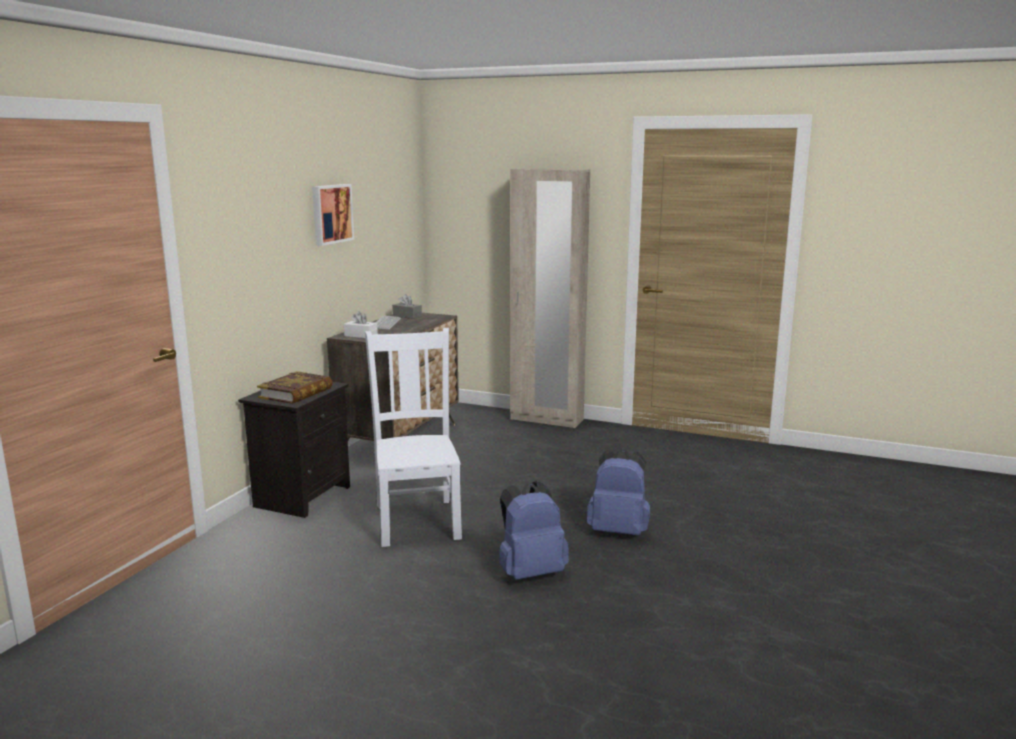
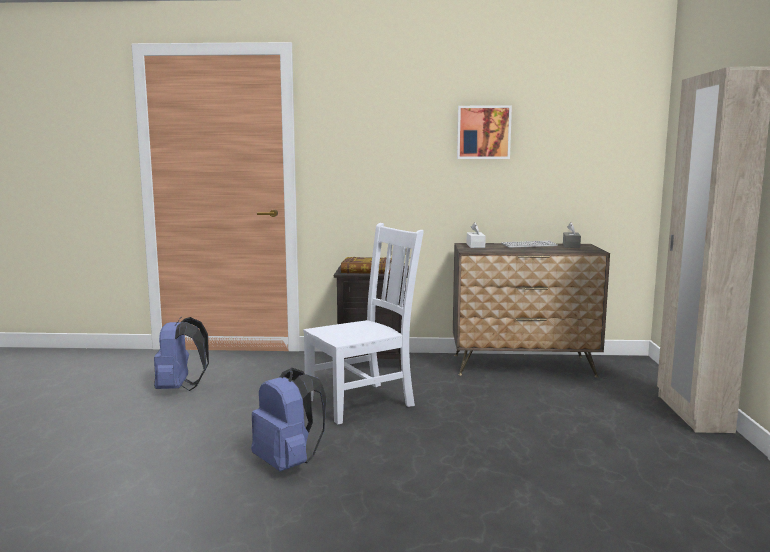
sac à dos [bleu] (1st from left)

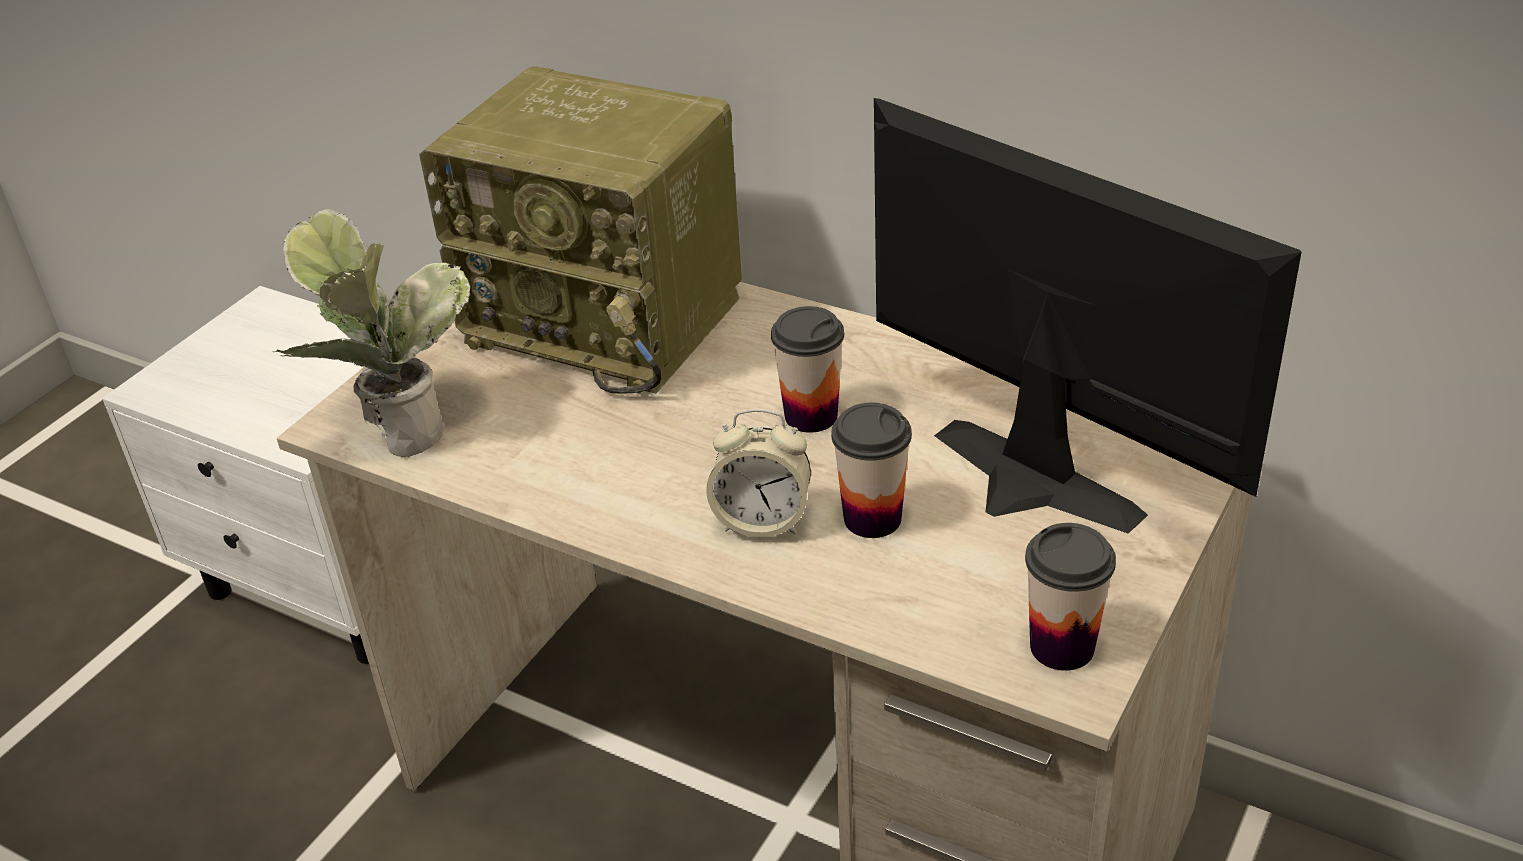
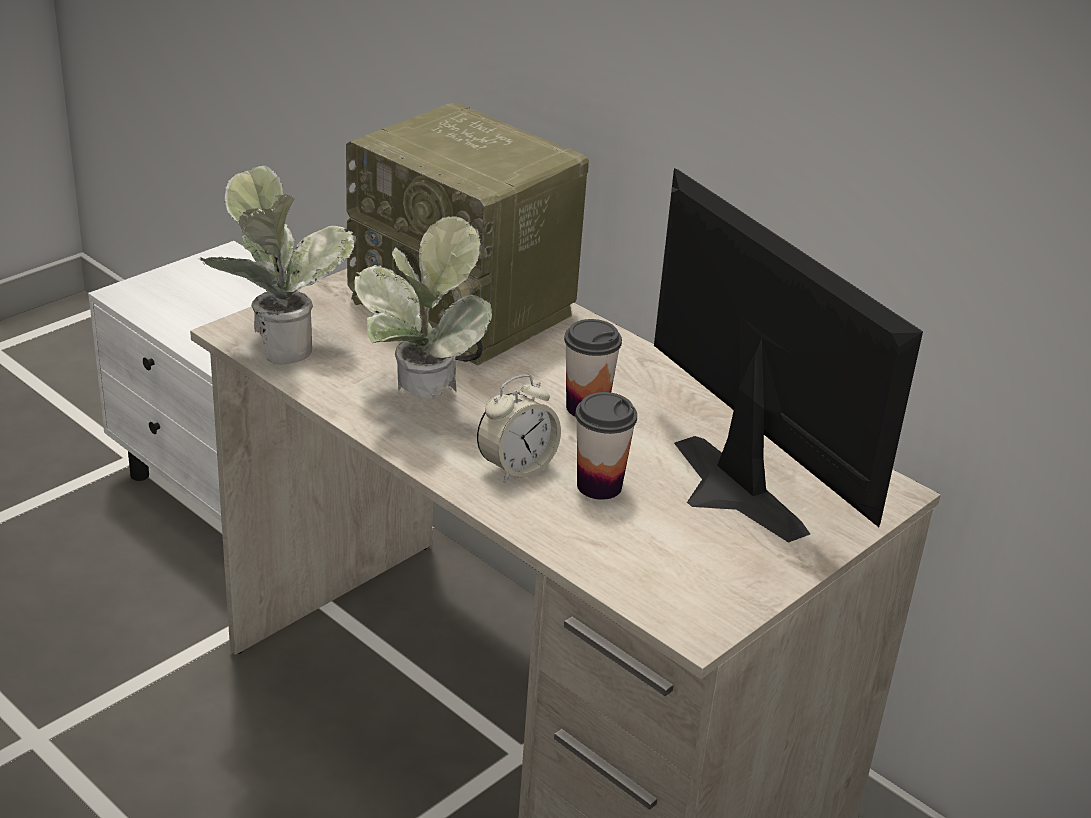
plante en pot (2nd from left)
réveil
tasse (3rd from left in the first image)

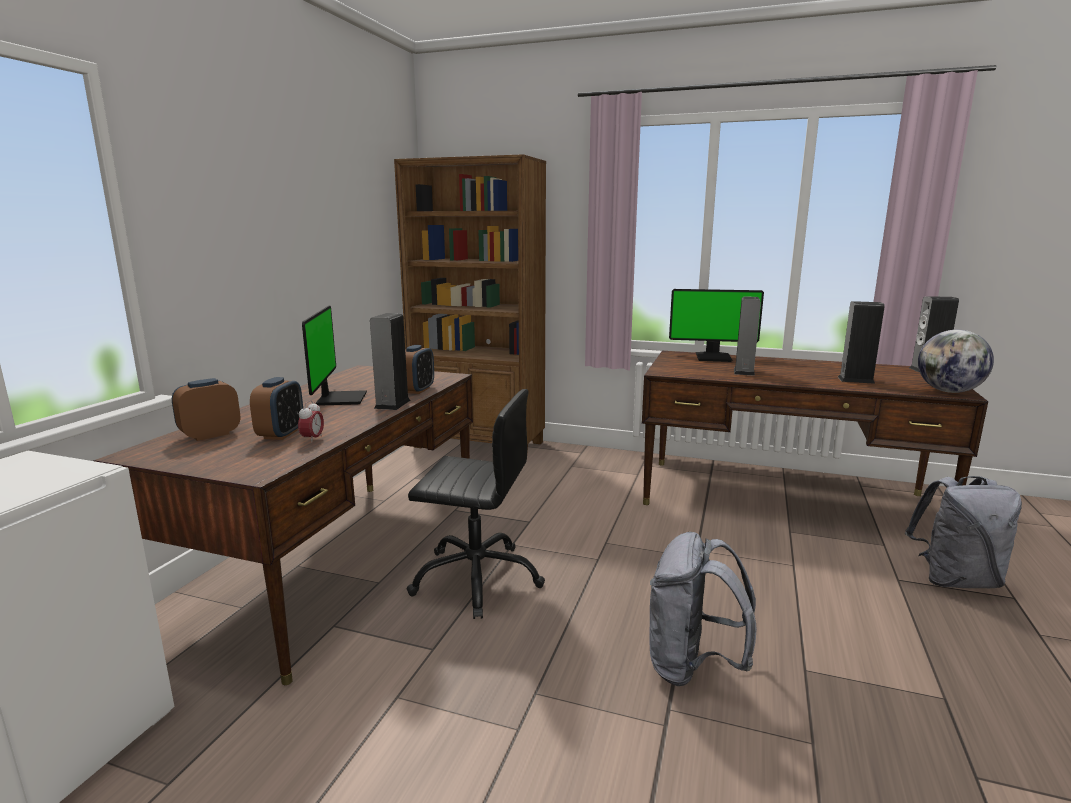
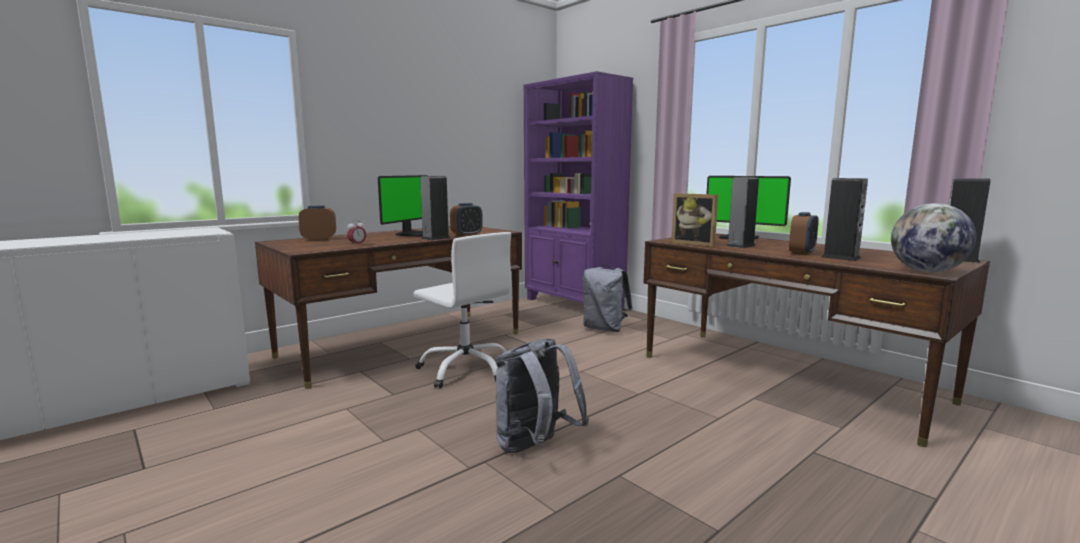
chaise de bureau [blanc]
bibliothèque [violet]
sac à dos [gris] (2nd from left)
cadre photo
réveil (4th from left)

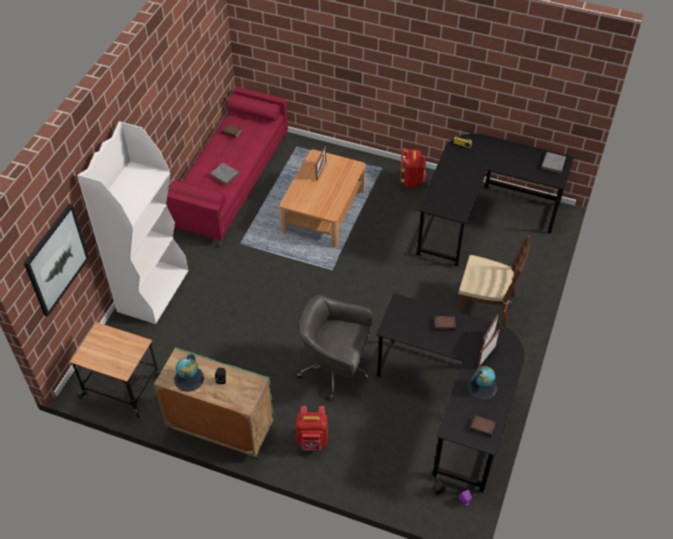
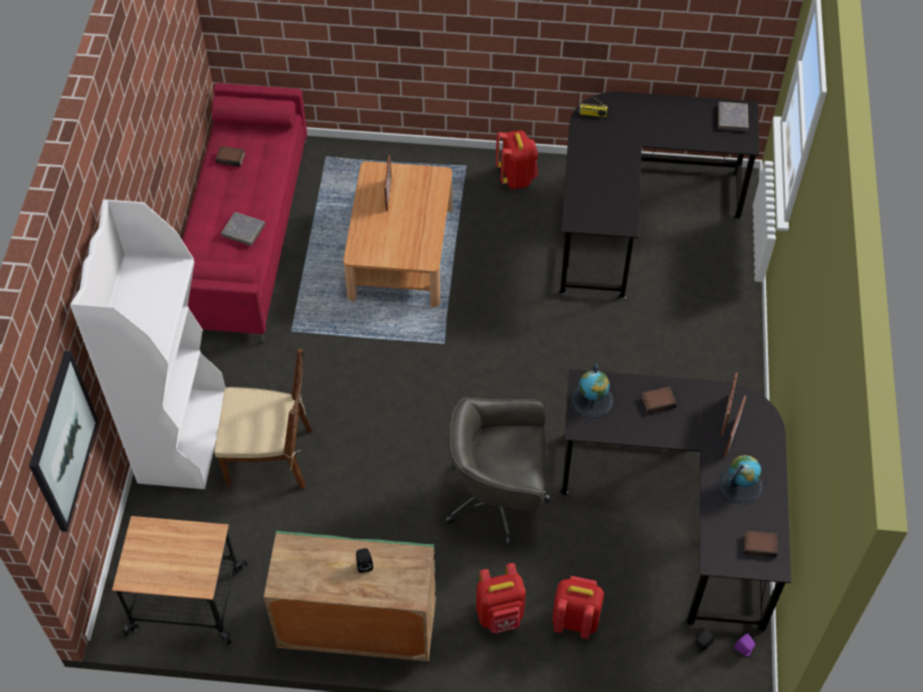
chaise [marron]
sac à dos [rouge] (3rd from left)
globe (1st from left)

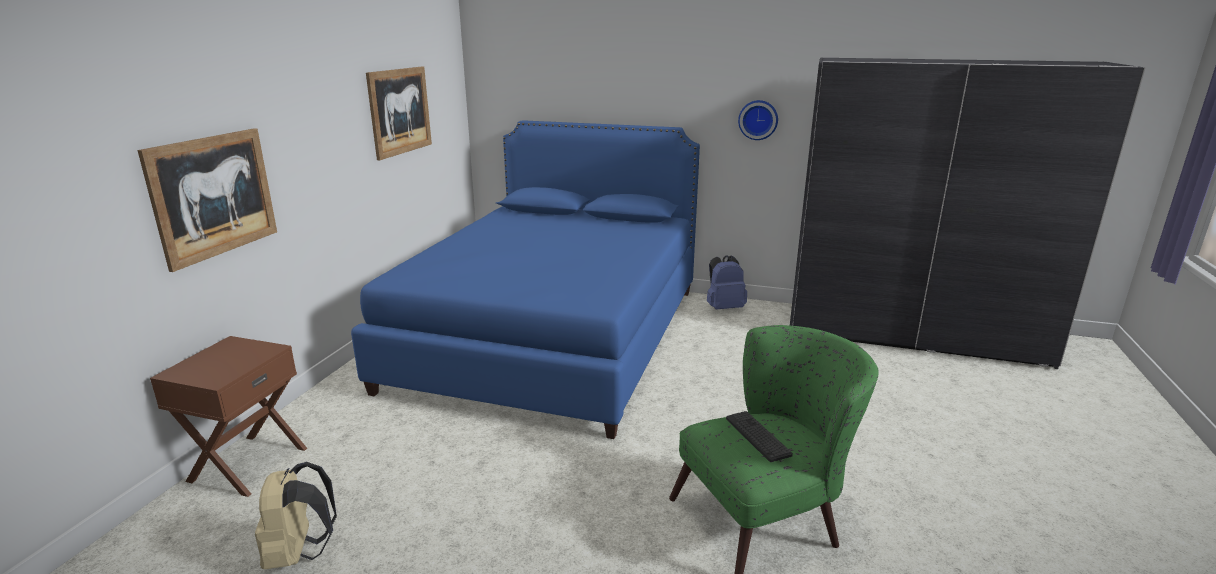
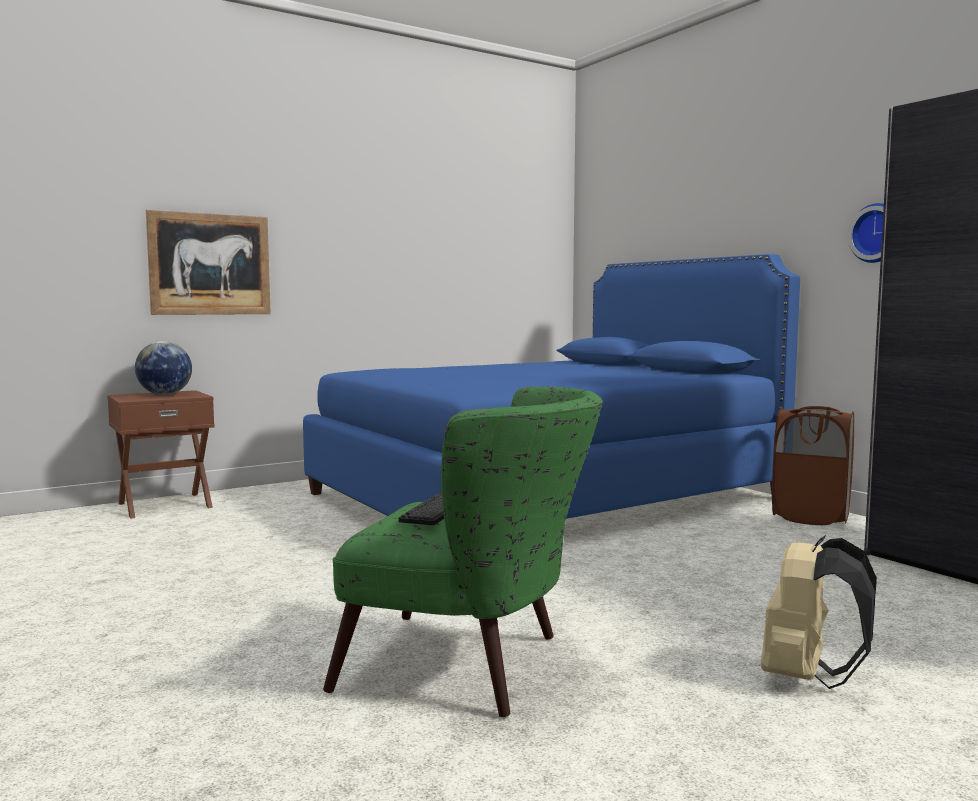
globe
sac à dos [beige]
panier à linge [marron]
tableau (2nd from left in the first image)

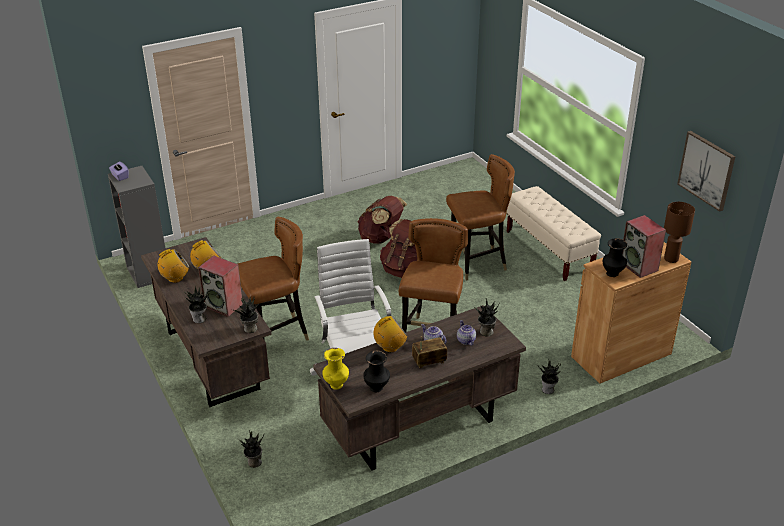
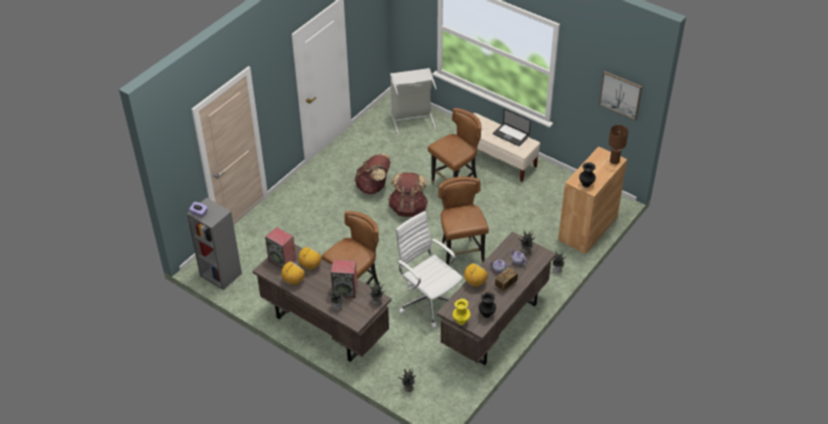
enceinte (1st from left)
panier à linge [gris]
ordinateur portable

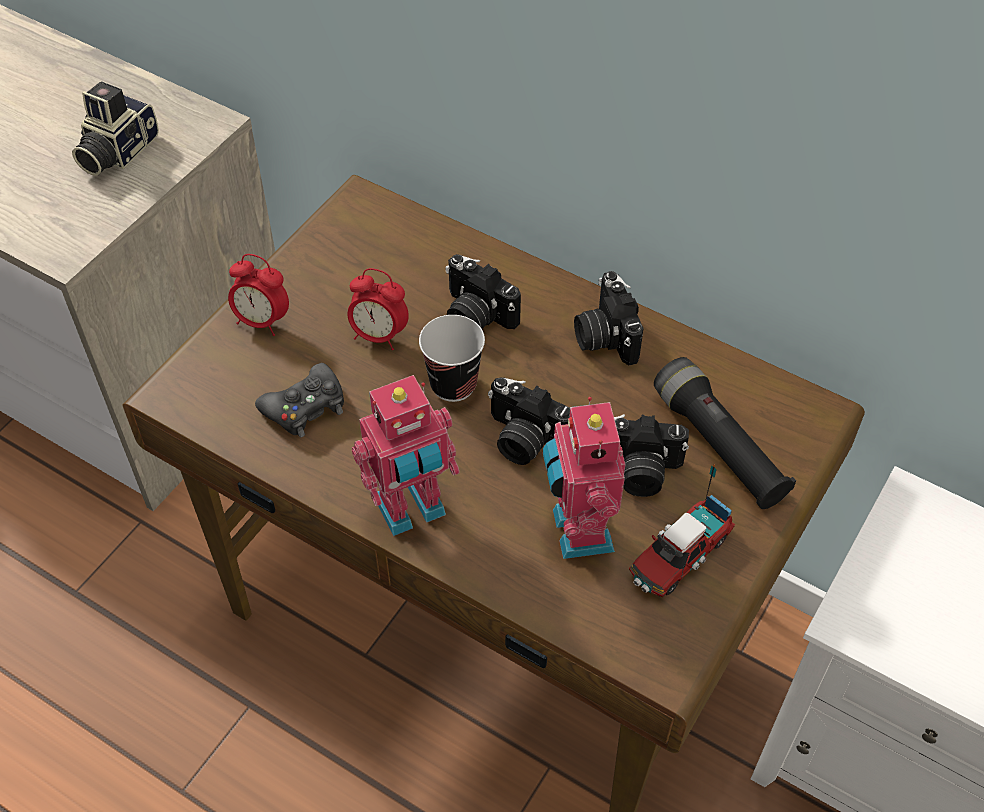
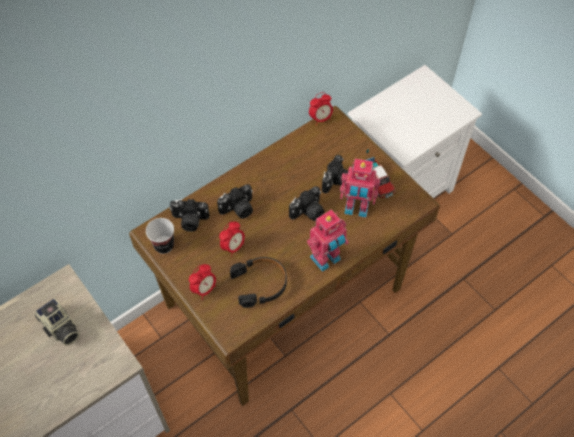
tasse
appareil photo (2nd from left)
casque audio [noir]
robot jouet (1st from left)
réveil (3rd from left)
lampe de poche [noir]

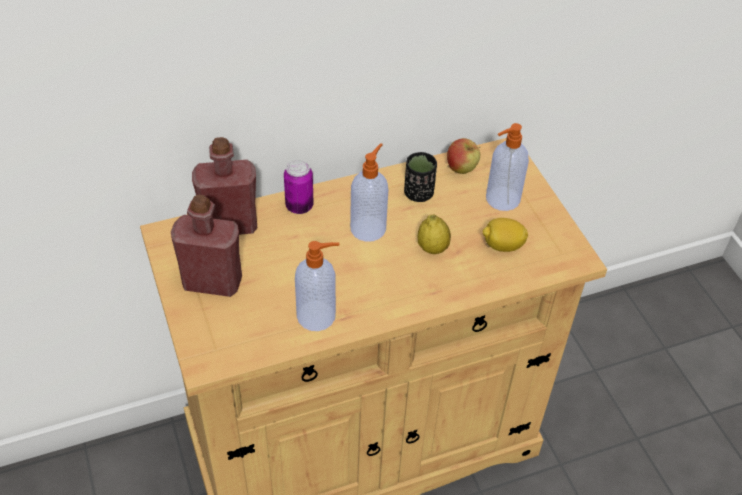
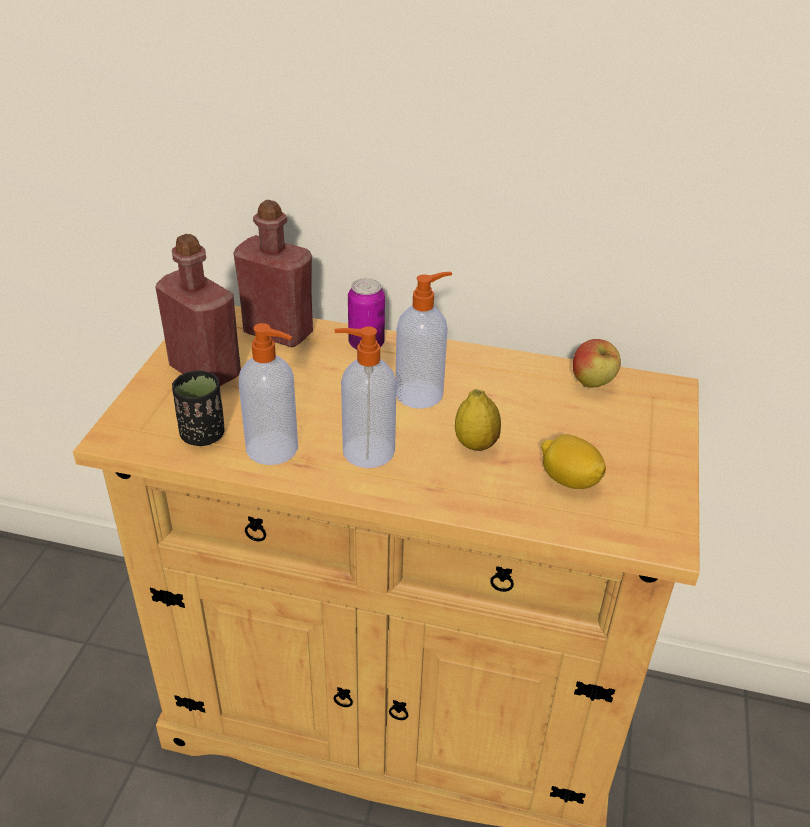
tasse [noir]
distributeur de savon (2nd from left)

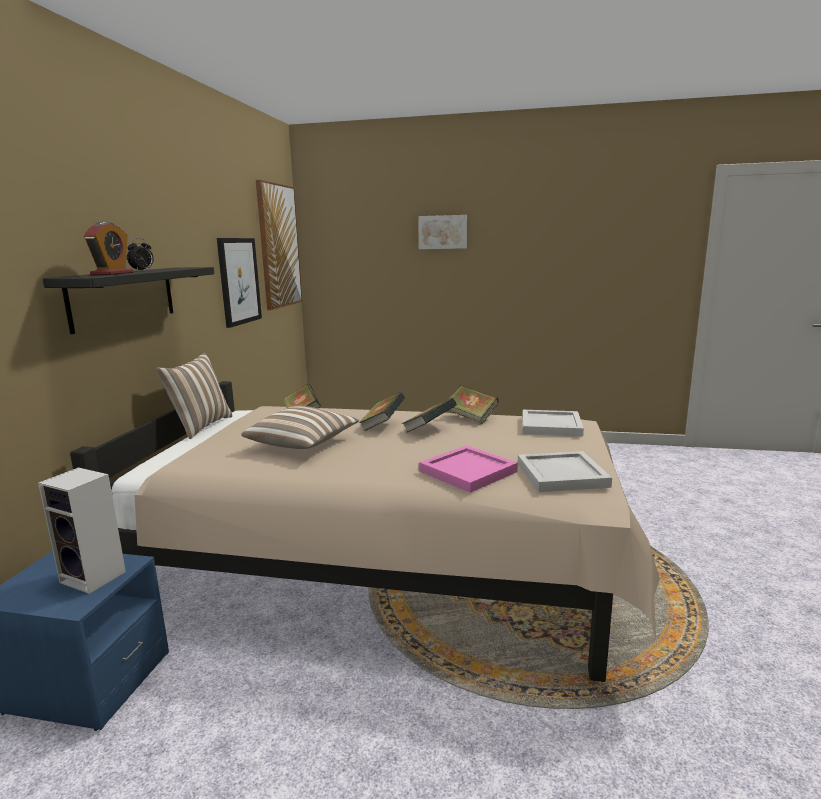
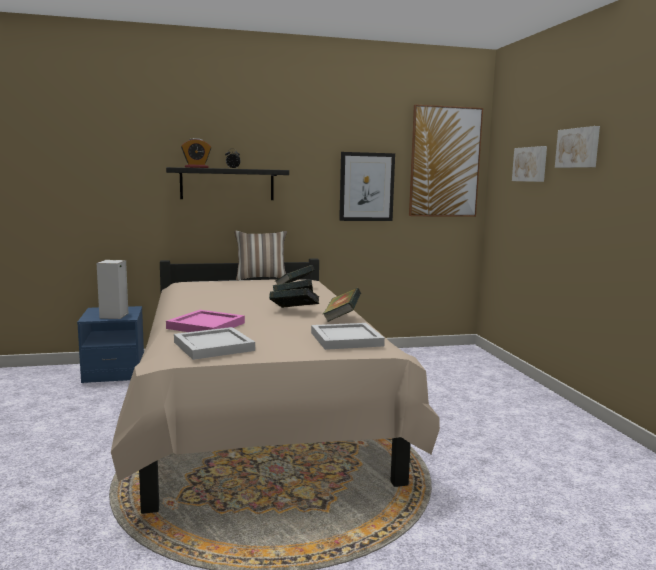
tableau (3rd from left)
coussin (2nd from left in the first image)

